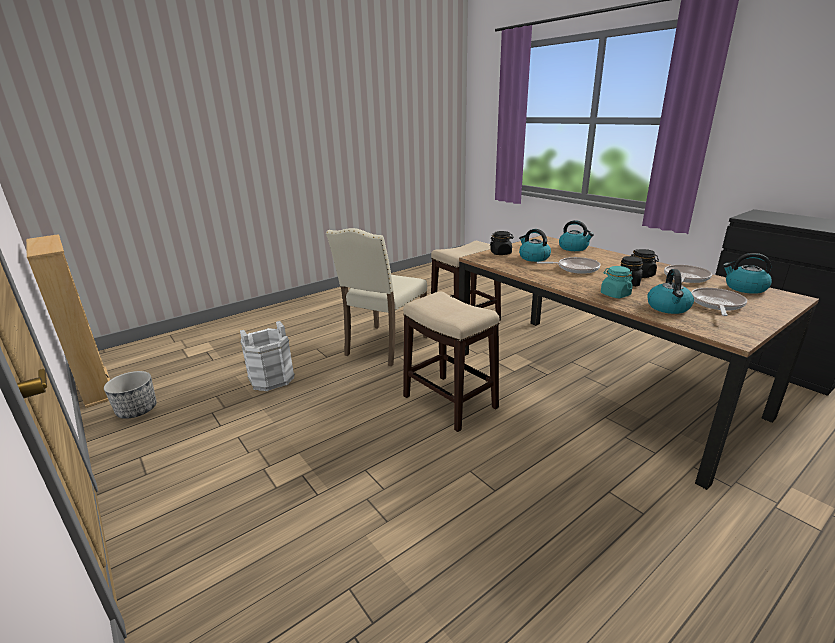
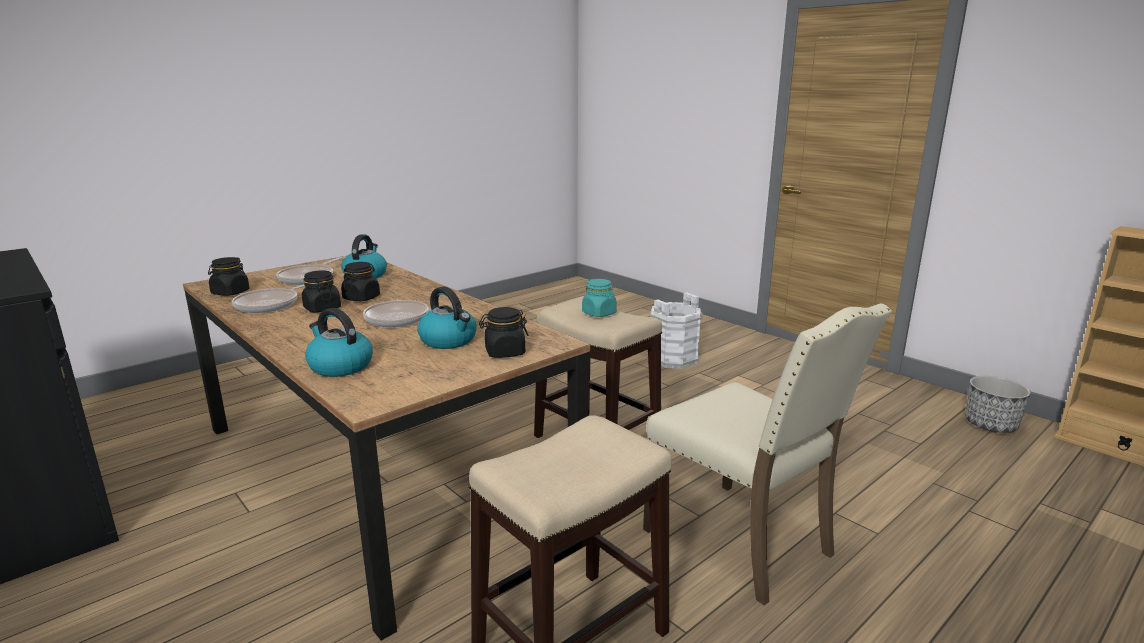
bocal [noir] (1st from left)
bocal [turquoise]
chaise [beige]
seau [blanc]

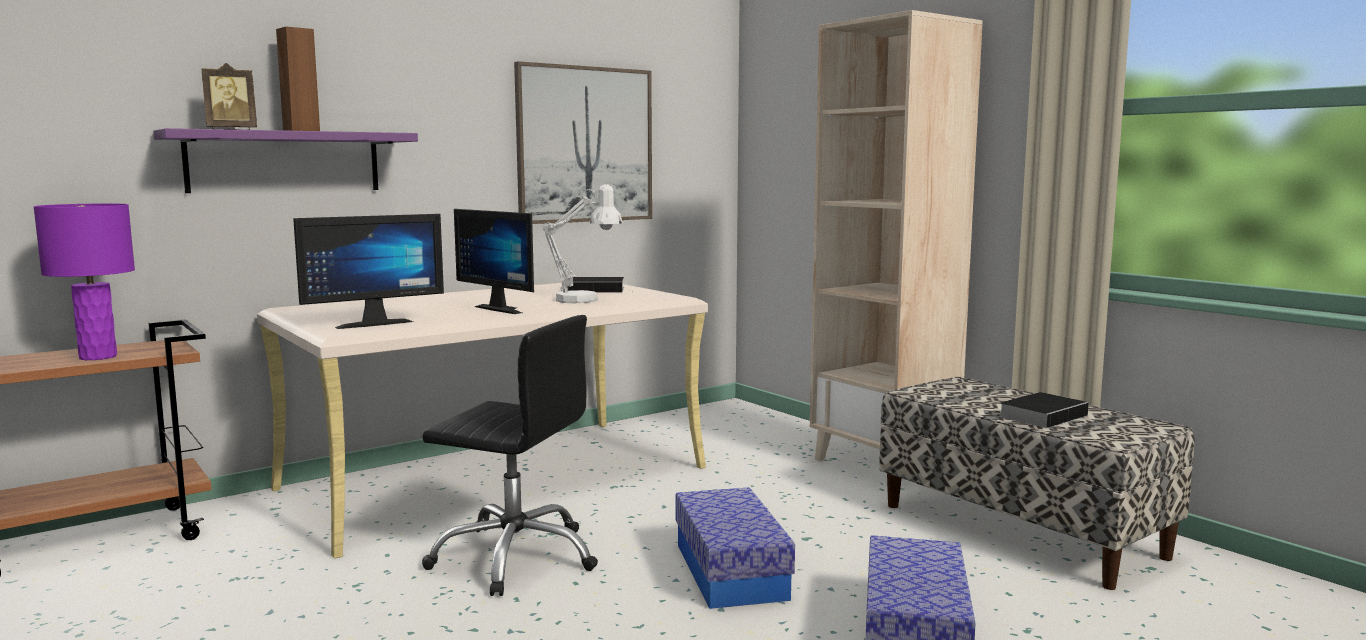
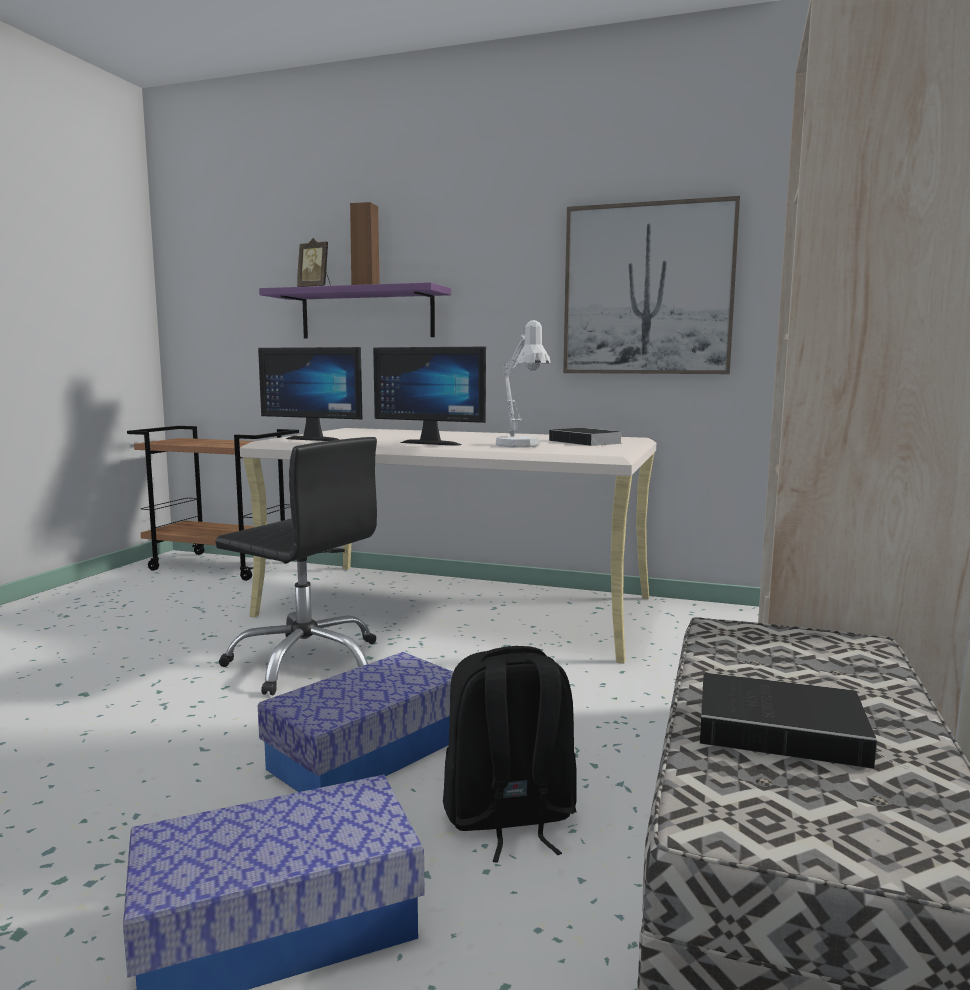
chaise de bureau [noir]
écran d'ordinateur (2nd from left)
sac à dos [noir]
lampe de table [violet]

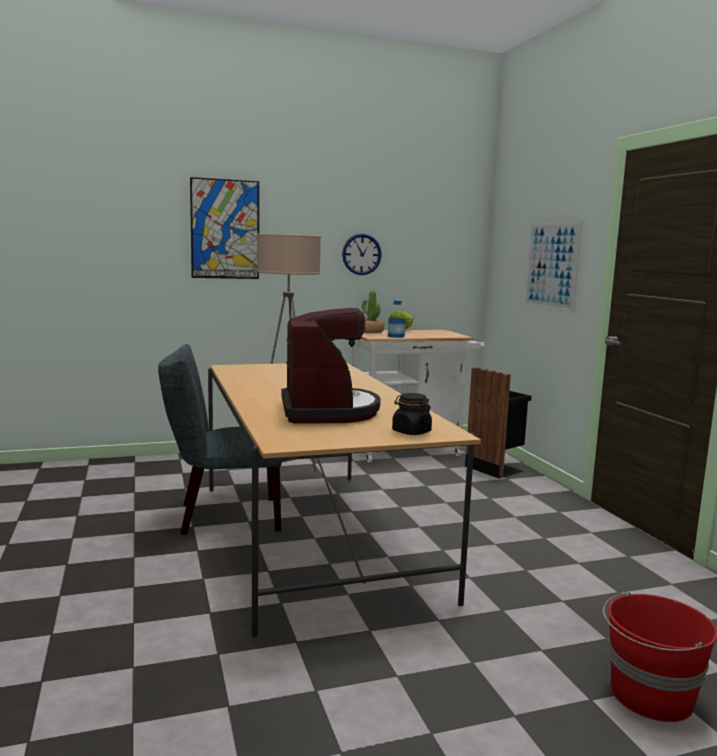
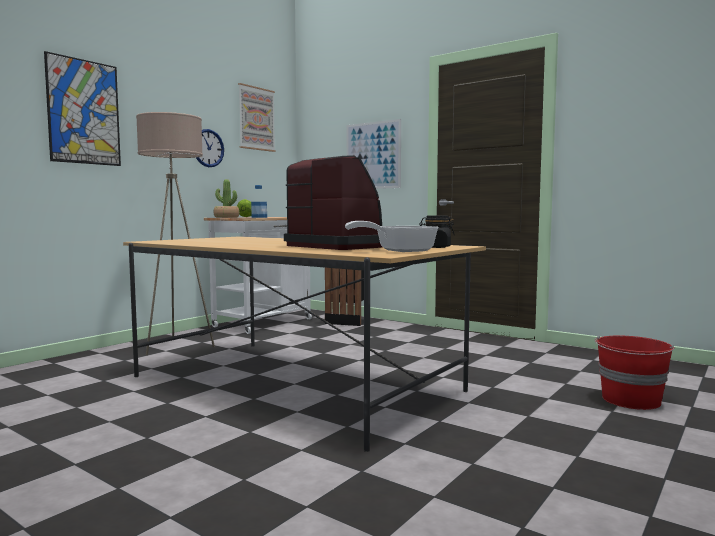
tableau (2nd from left)
poêle
chaise [gris]

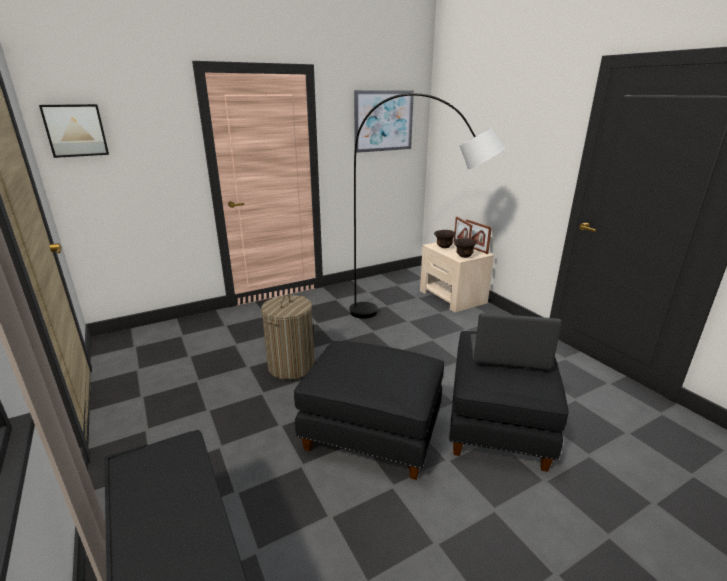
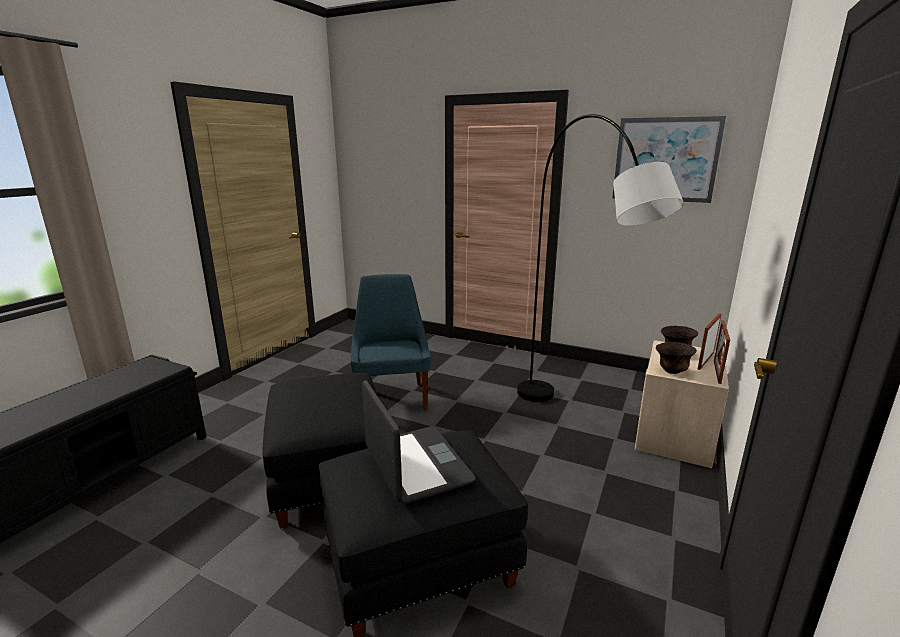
chaise [bleu]
tableau (1st from left in the first image)

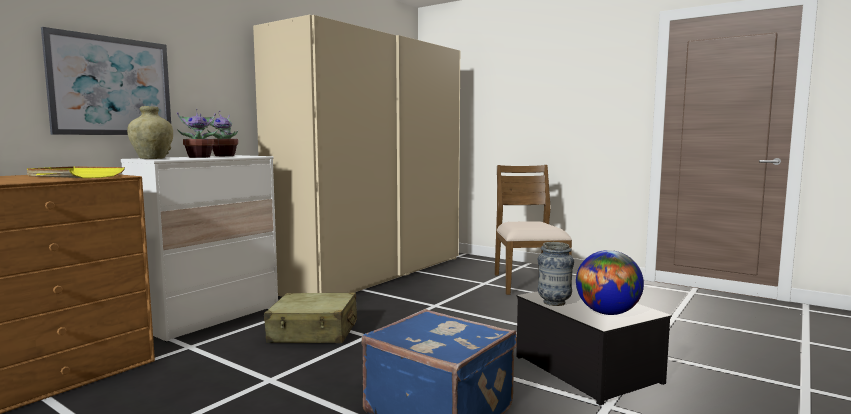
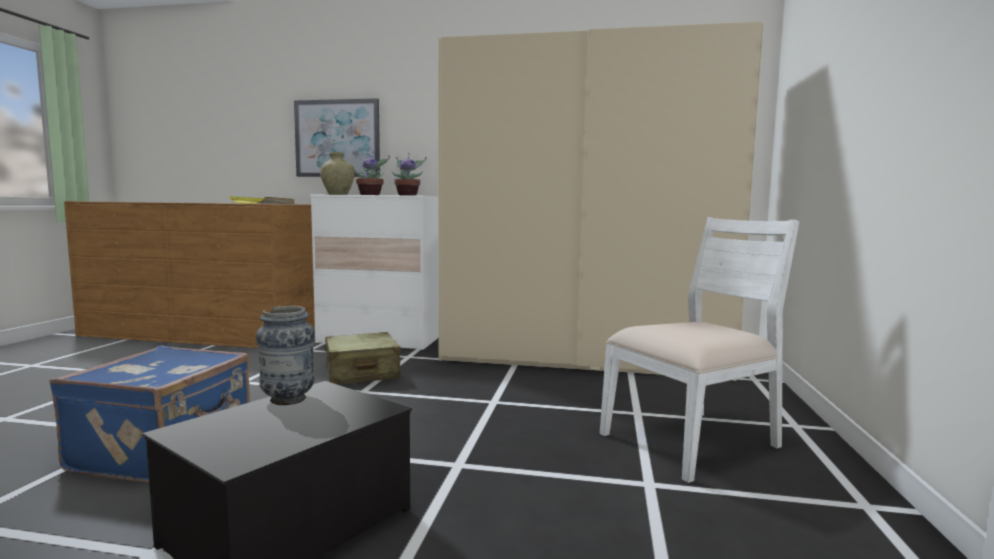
chaise [blanc]
globe

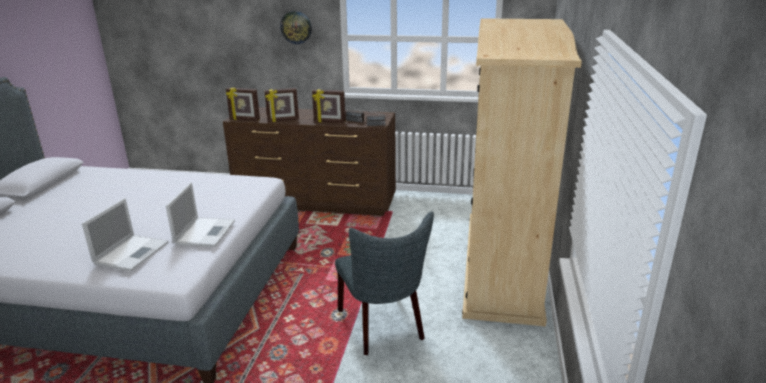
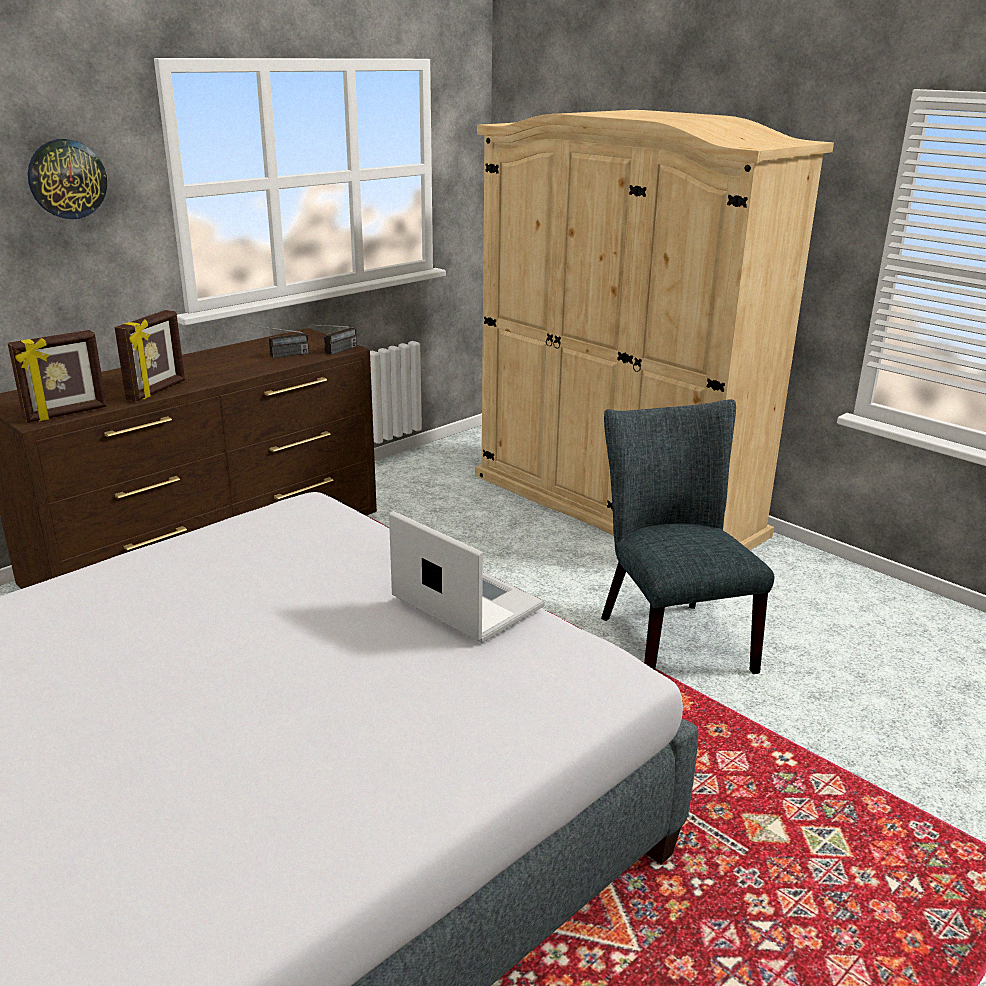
chaise [gris]
ordinateur portable (1st from left in the first image)
cadre photo (3rd from left in the first image)

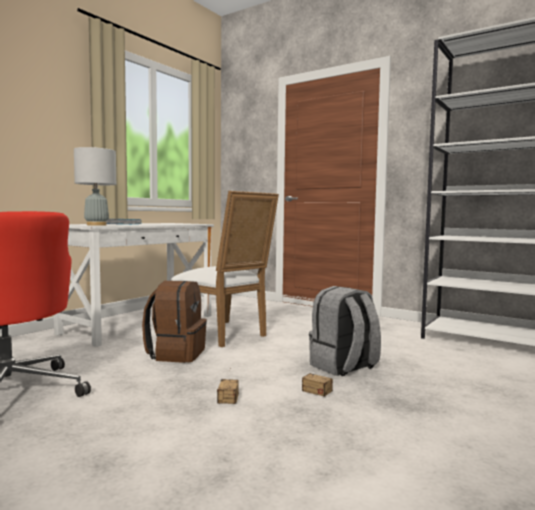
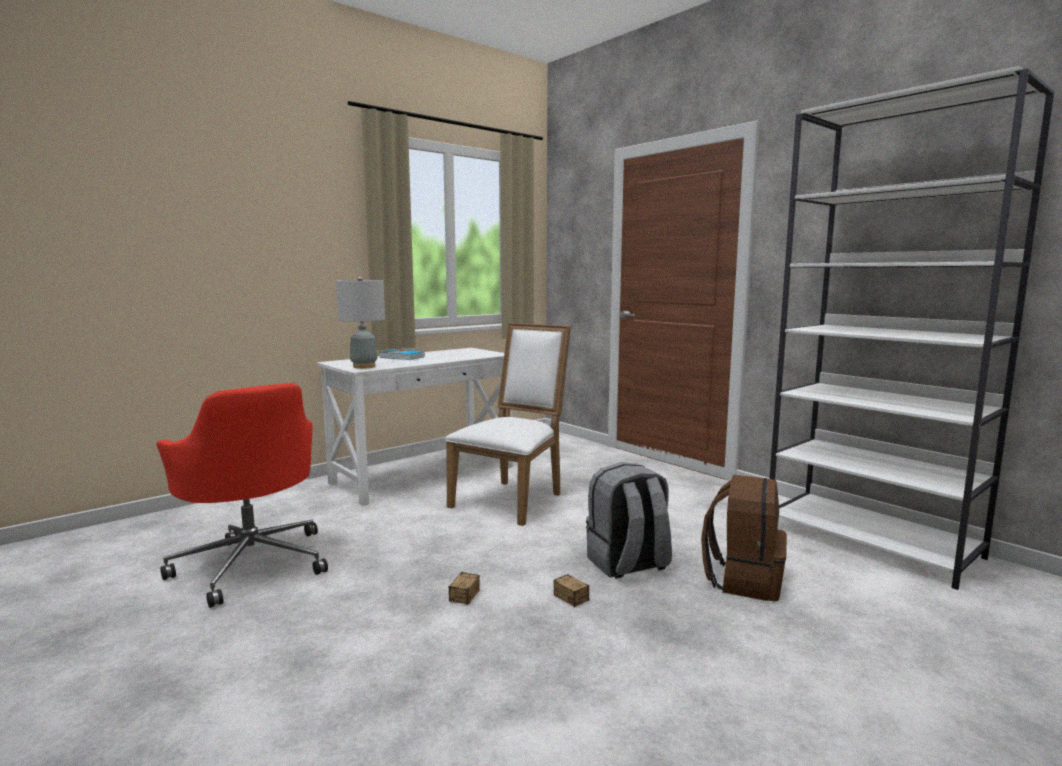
chaise [blanc]
sac à dos [marron]

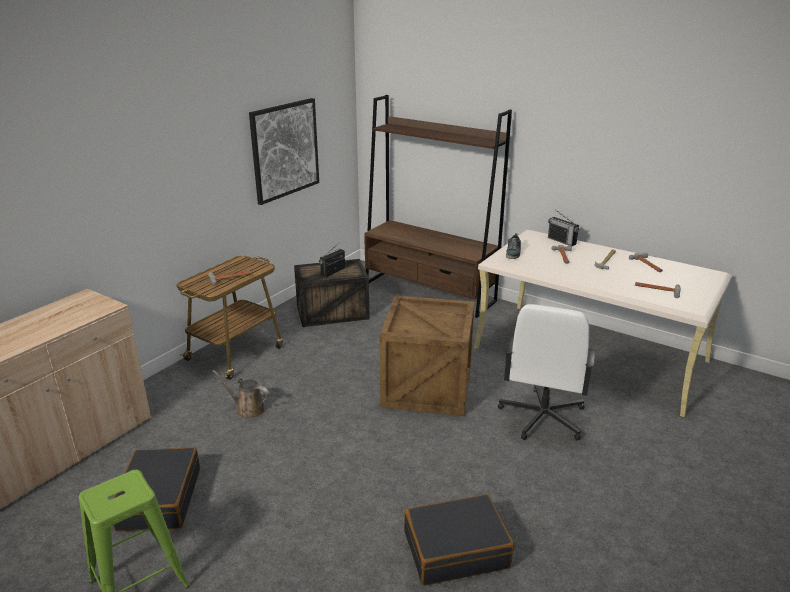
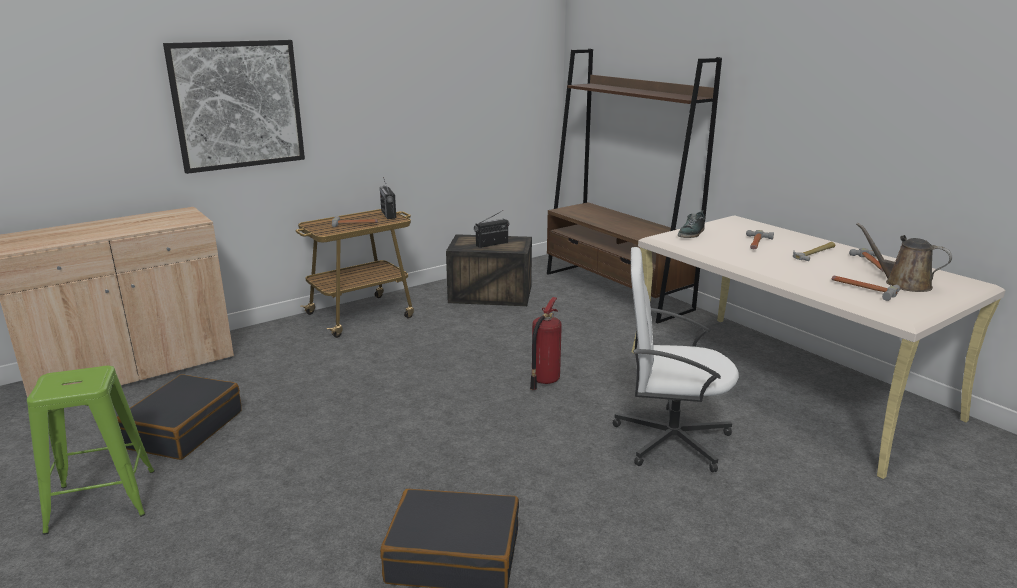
tableau
radio (1st from left)
extincteur
chaise de bureau [blanc]
arrosoir [marron]

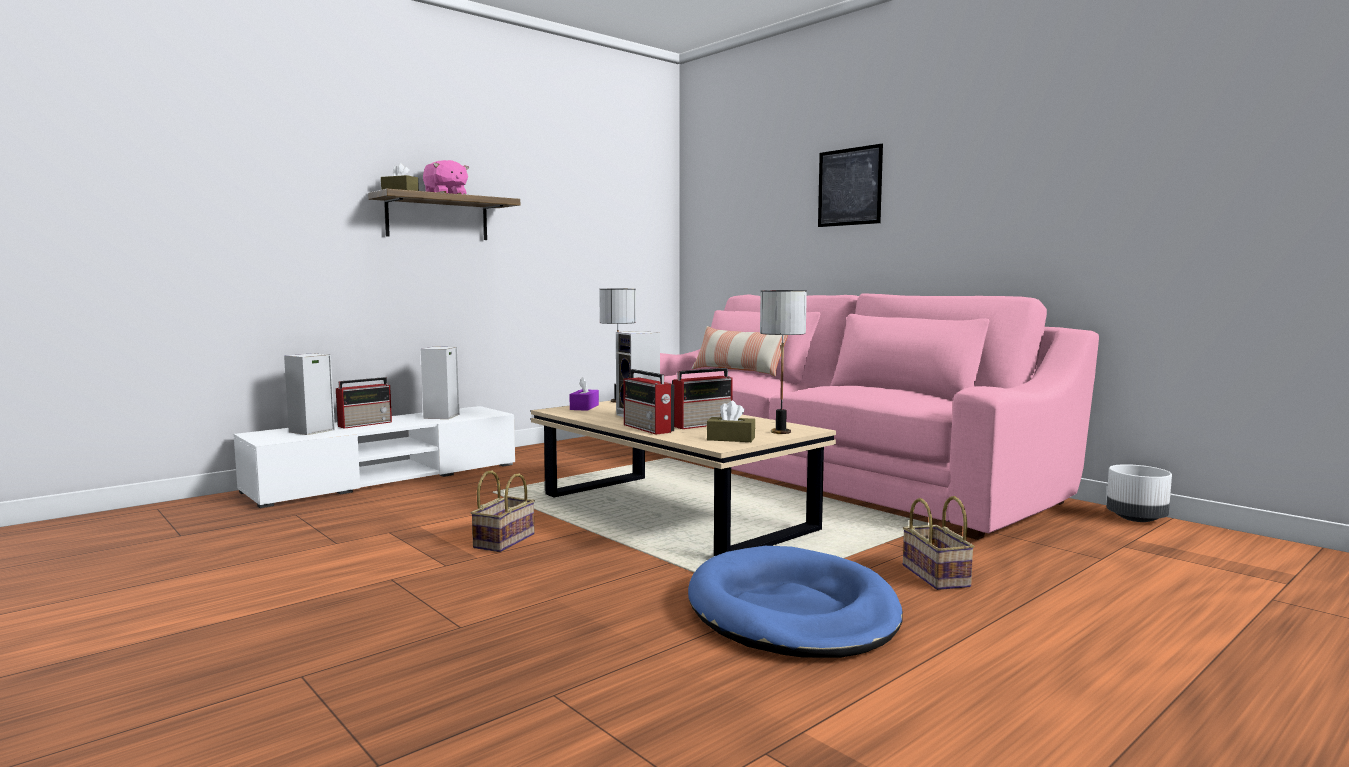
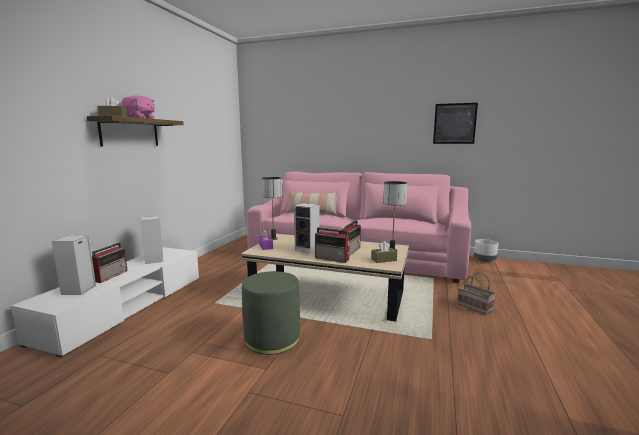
pouf [vert]
tableau
panier pour chien [bleu]

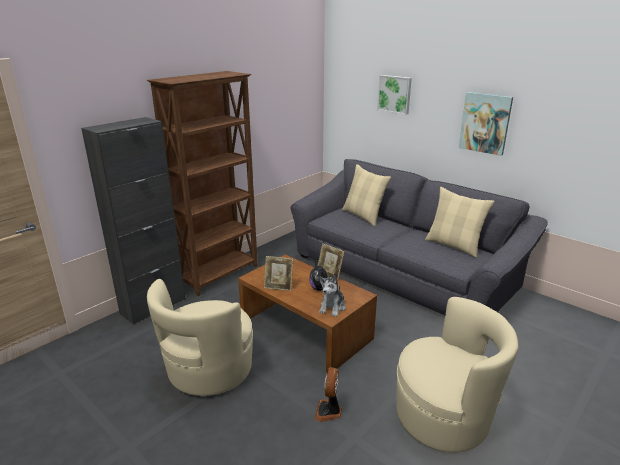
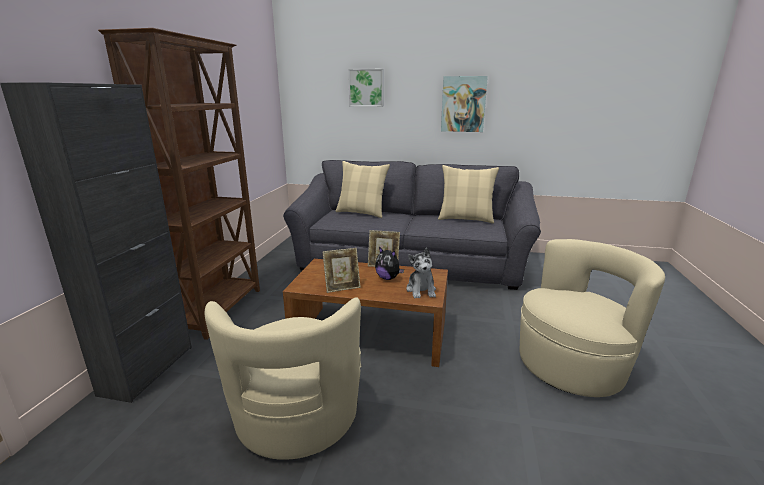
ventilateur

